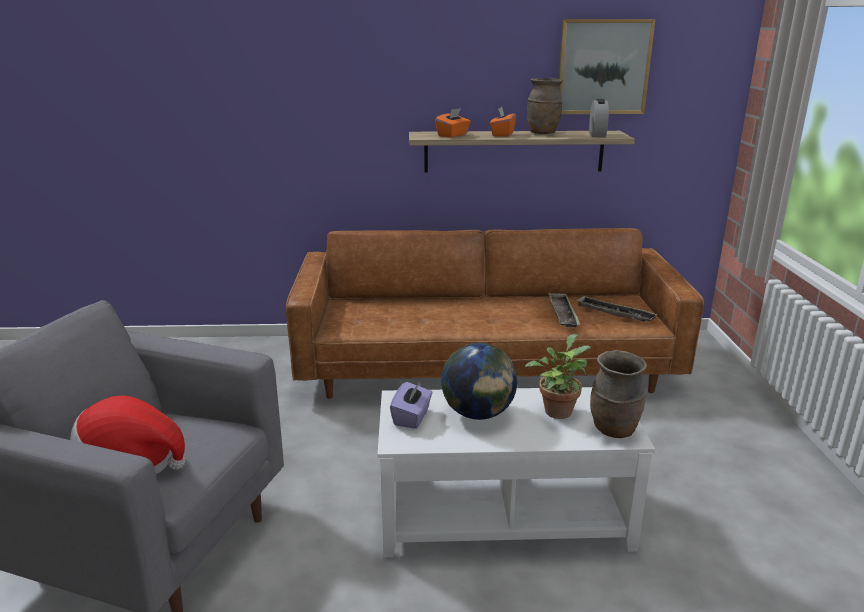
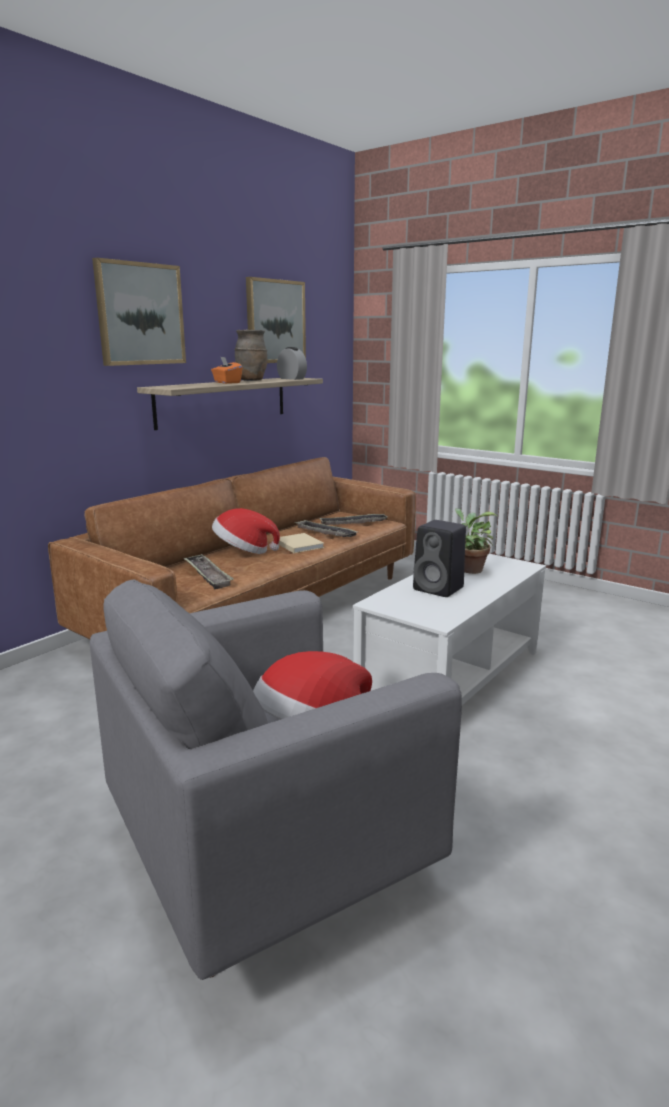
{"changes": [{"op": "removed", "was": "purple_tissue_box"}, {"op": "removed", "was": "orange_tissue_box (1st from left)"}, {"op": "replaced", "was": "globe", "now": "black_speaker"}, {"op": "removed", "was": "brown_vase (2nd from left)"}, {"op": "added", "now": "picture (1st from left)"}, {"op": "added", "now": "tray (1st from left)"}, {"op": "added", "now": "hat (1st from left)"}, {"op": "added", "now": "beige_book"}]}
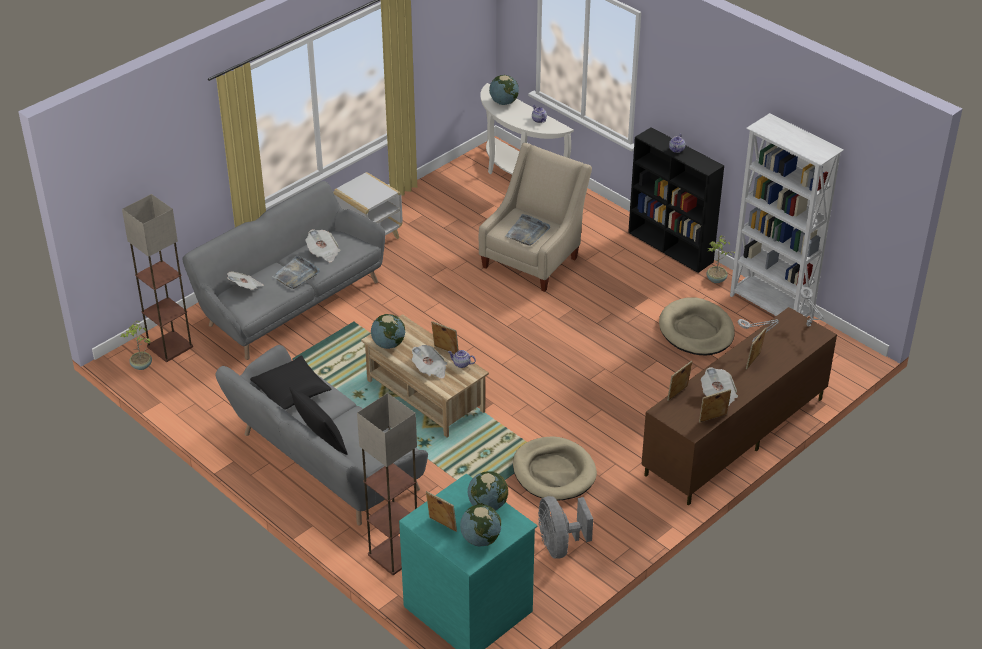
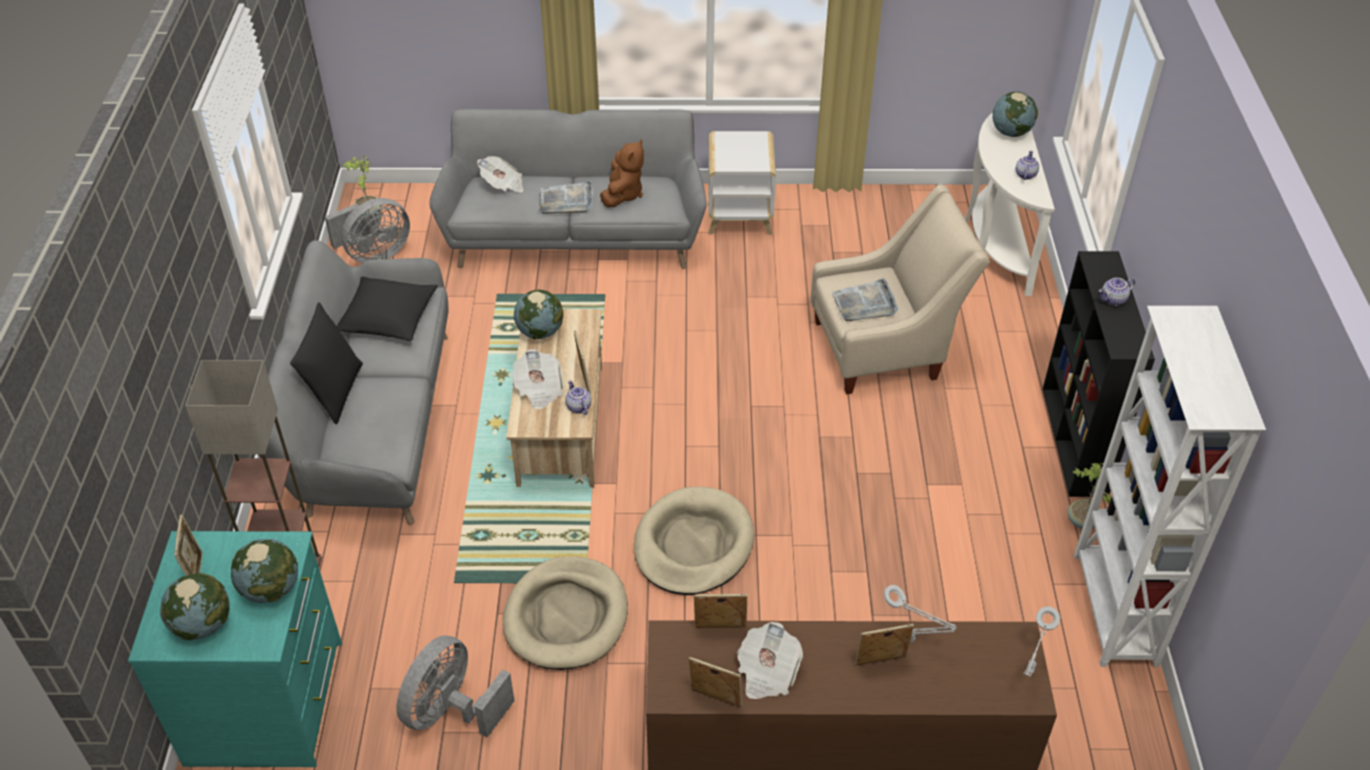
{"changes": [{"op": "removed", "was": "floor_lamp (1st from left)"}, {"op": "replaced", "was": "newspaper (2nd from left)", "now": "brown_plush_toy"}, {"op": "moved", "was": "beige_dog_bed (2nd from left)"}, {"op": "added", "now": "grey_fan (1st from left)"}]}
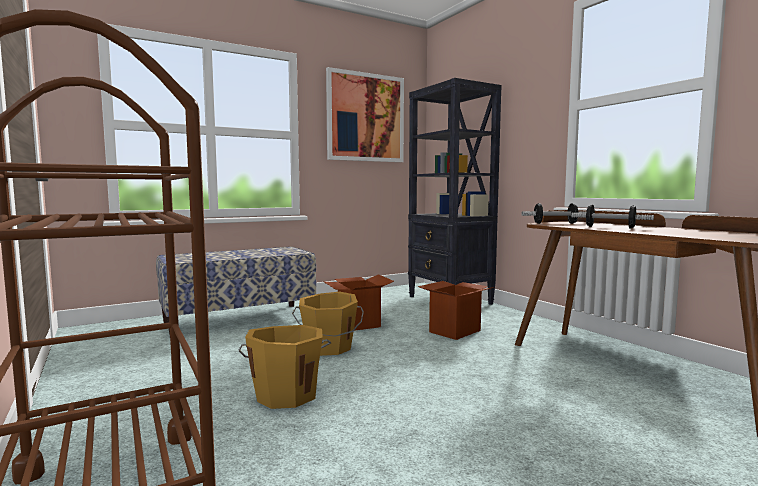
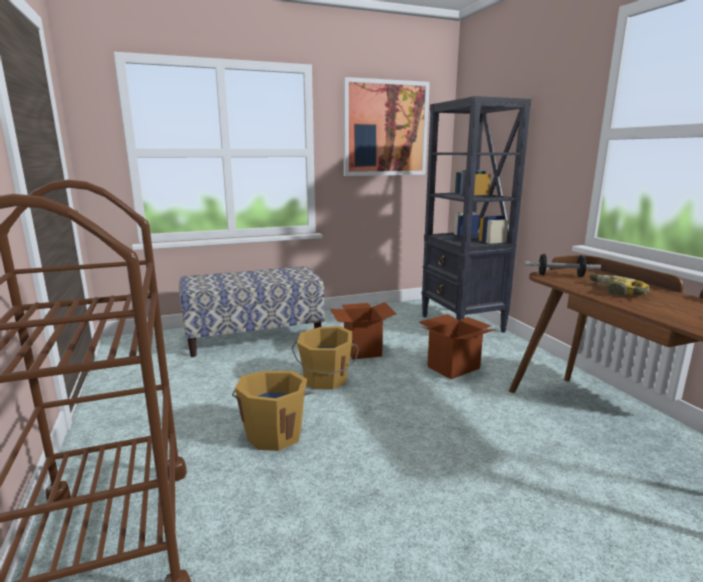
{"changes": [{"op": "replaced", "was": "dumbbell (2nd from left)", "now": "power_drill"}]}
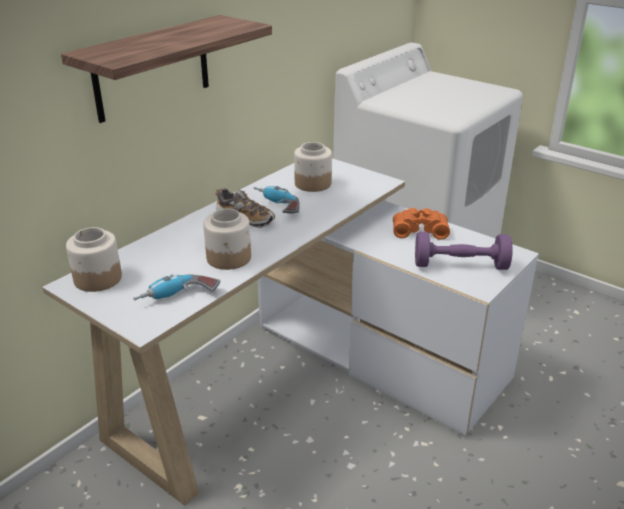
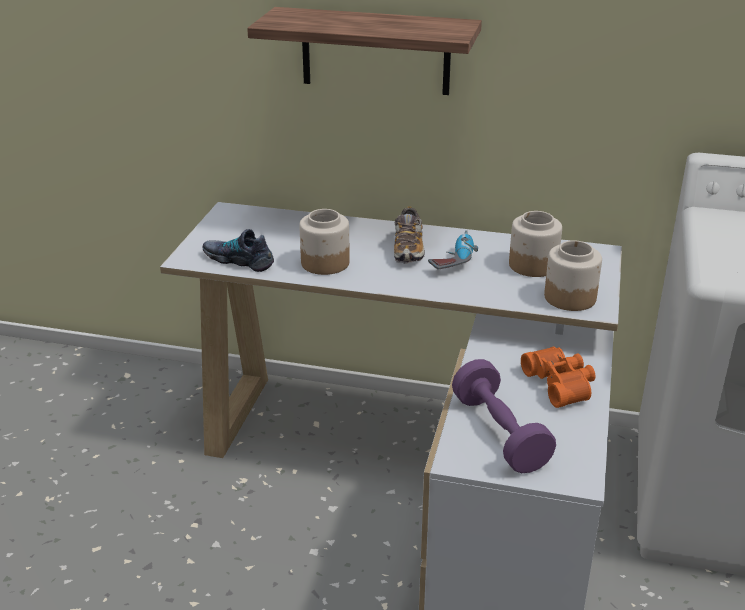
{"changes": [{"op": "moved", "was": "jar (1st from left in the first image)", "now": "jar (3rd from left)"}, {"op": "replaced", "was": "power_drill (1st from left)", "now": "shoe (1st from left)"}]}
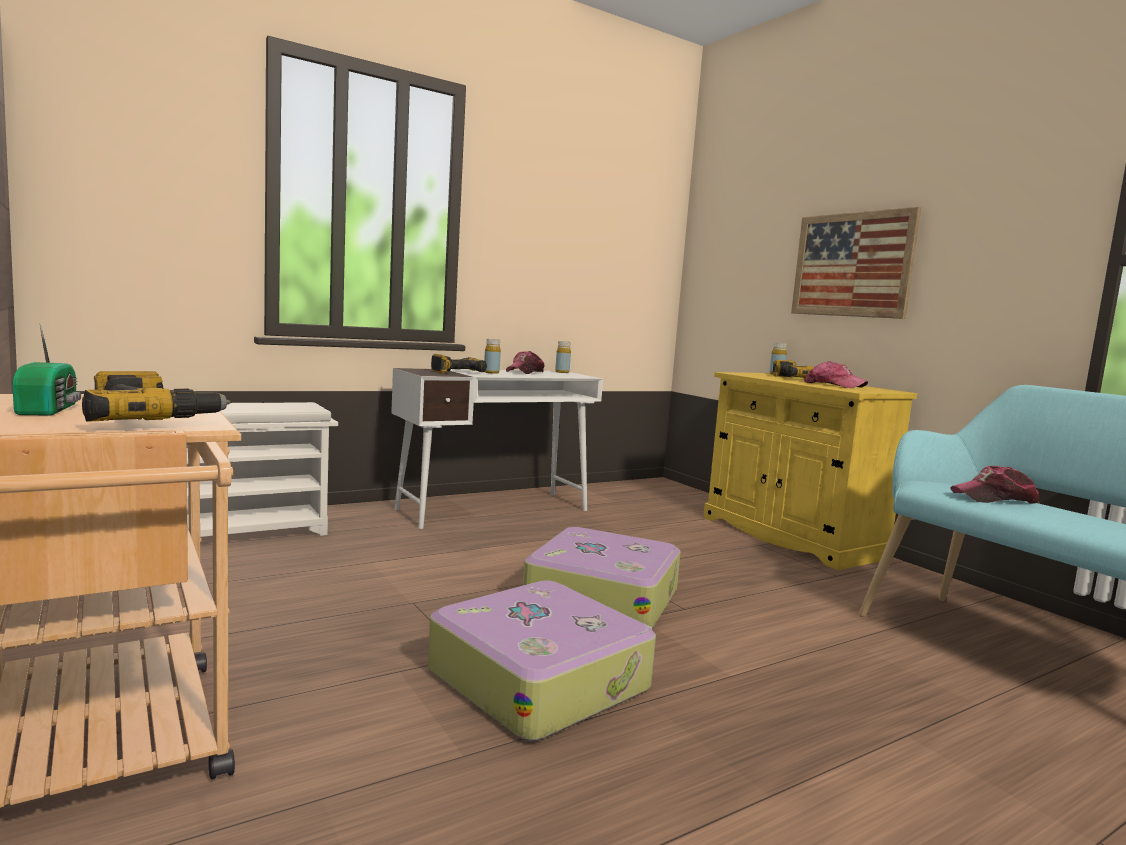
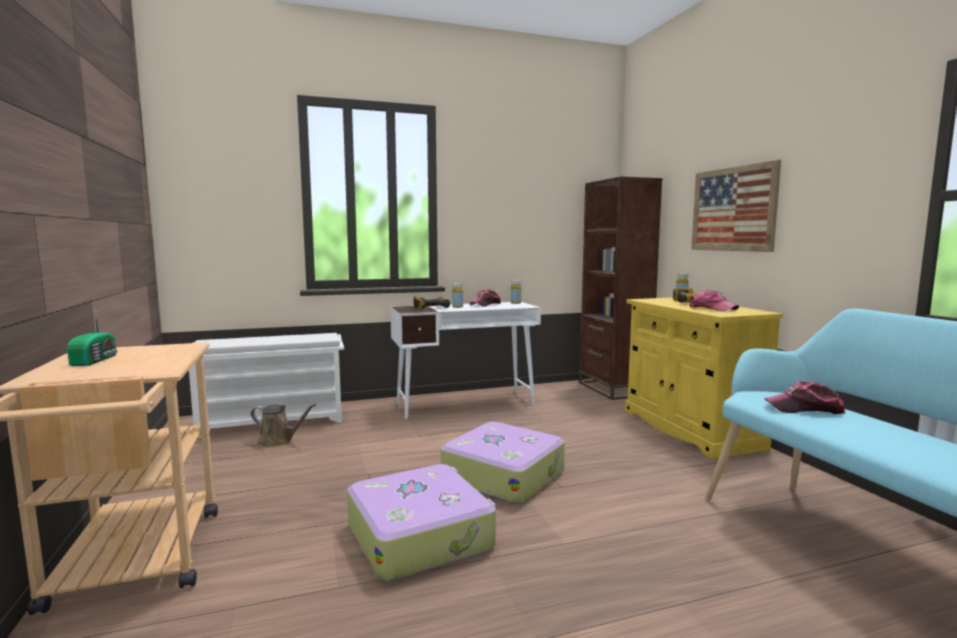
{"changes": [{"op": "removed", "was": "power_drill (1st from left)"}, {"op": "added", "now": "brown_watering_can"}, {"op": "added", "now": "brown_bookcase"}]}
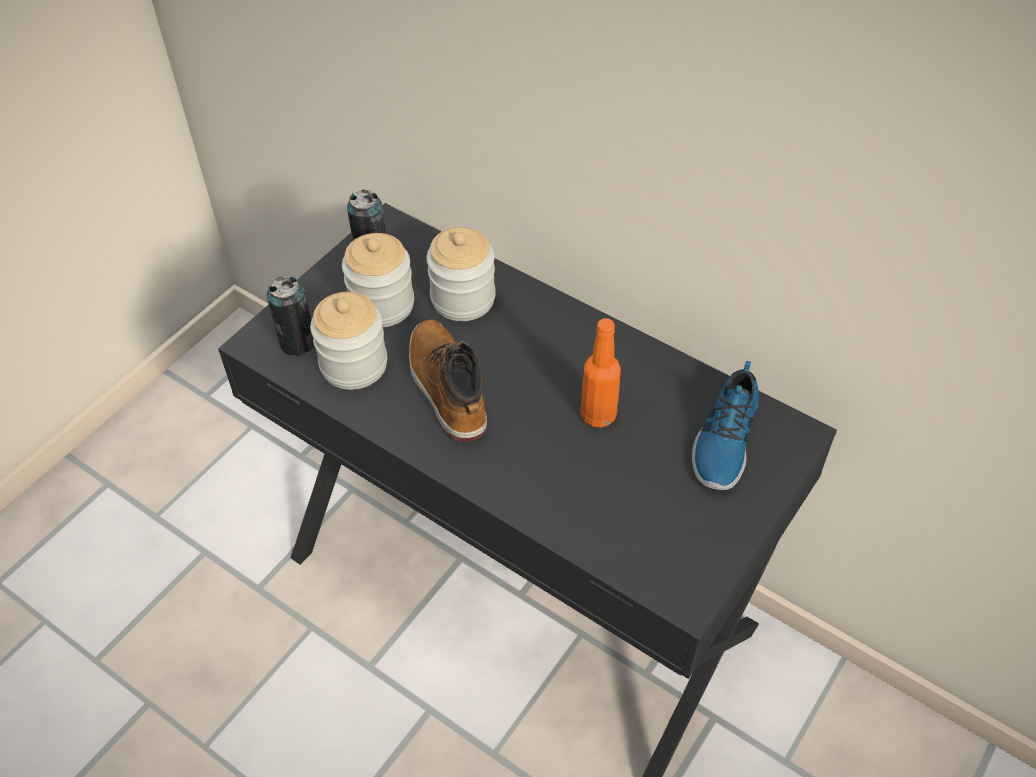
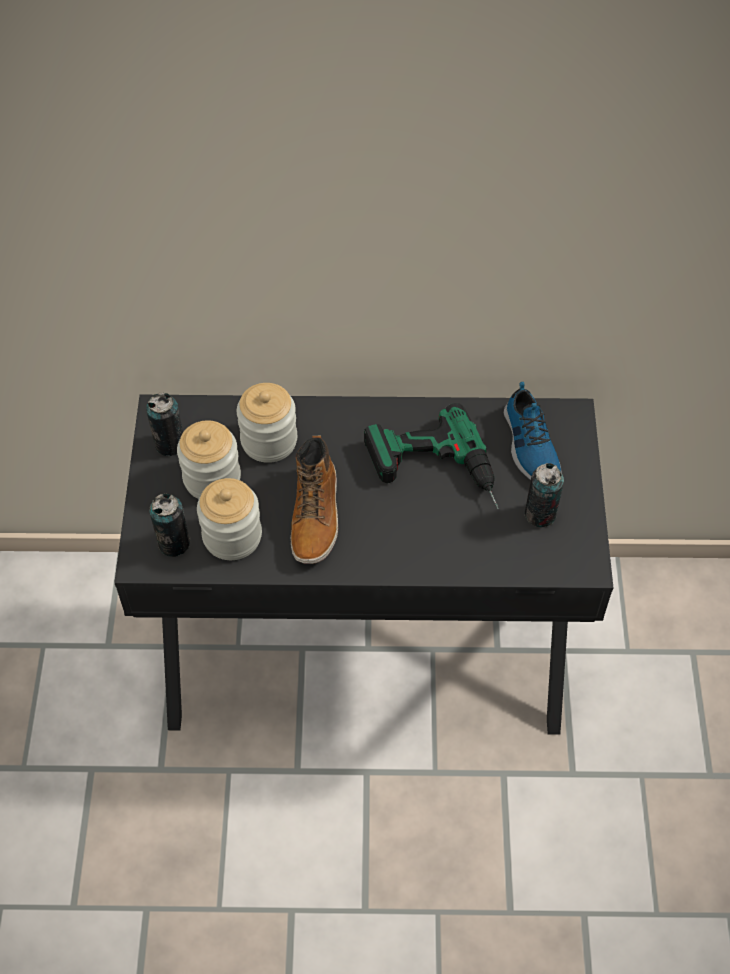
{"changes": [{"op": "turned", "was": "boot", "clockwise": -120}, {"op": "replaced", "was": "orange_bottle", "now": "power_drill"}, {"op": "added", "now": "can (3rd from left)"}]}
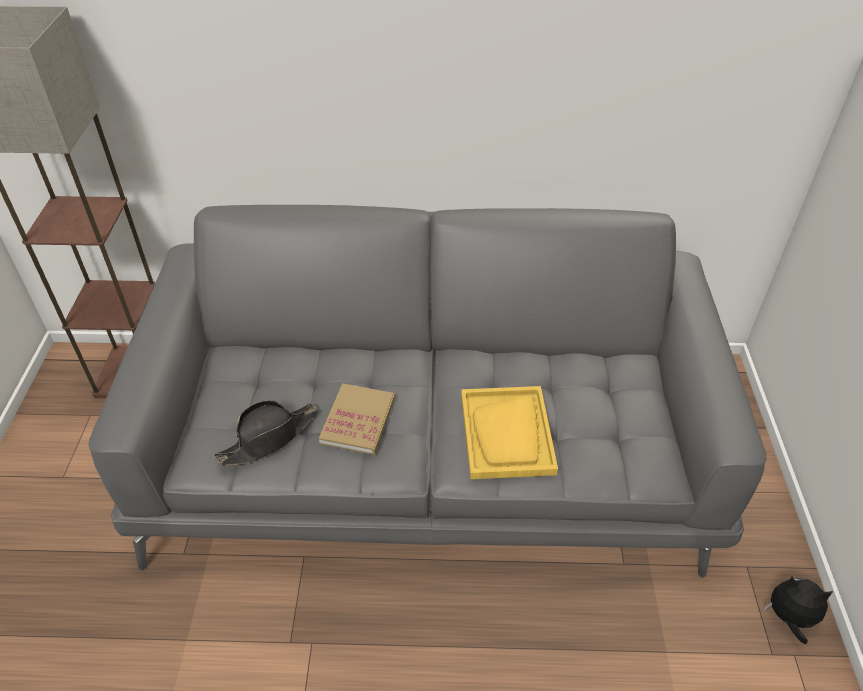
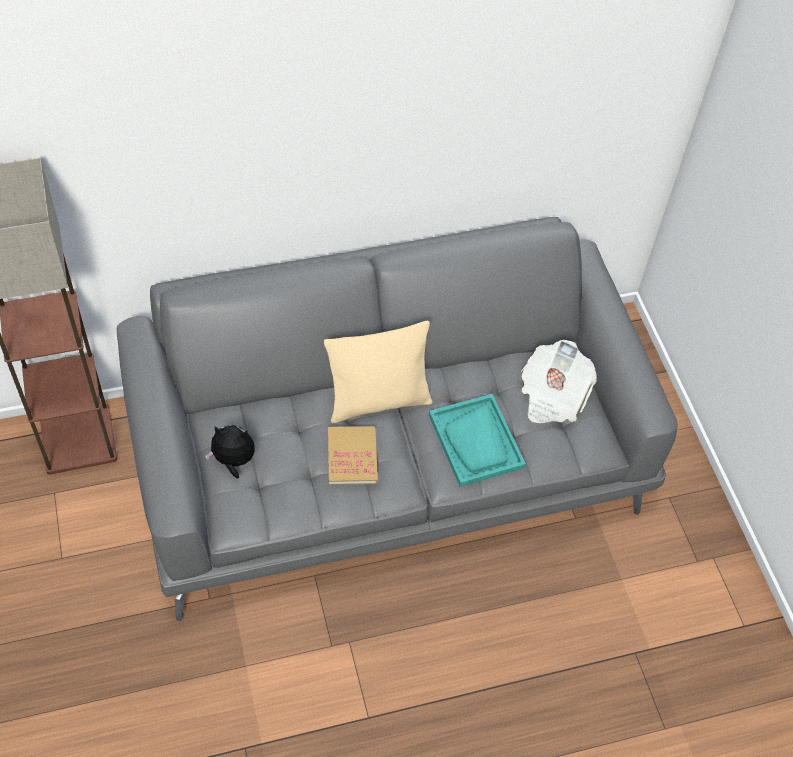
{"changes": [{"op": "removed", "was": "black_hat"}, {"op": "recoloured", "was": "yellow_tray", "now": "turquoise_tray"}, {"op": "moved", "was": "plush_toy"}, {"op": "added", "now": "beige_pillow"}, {"op": "added", "now": "newspaper"}]}
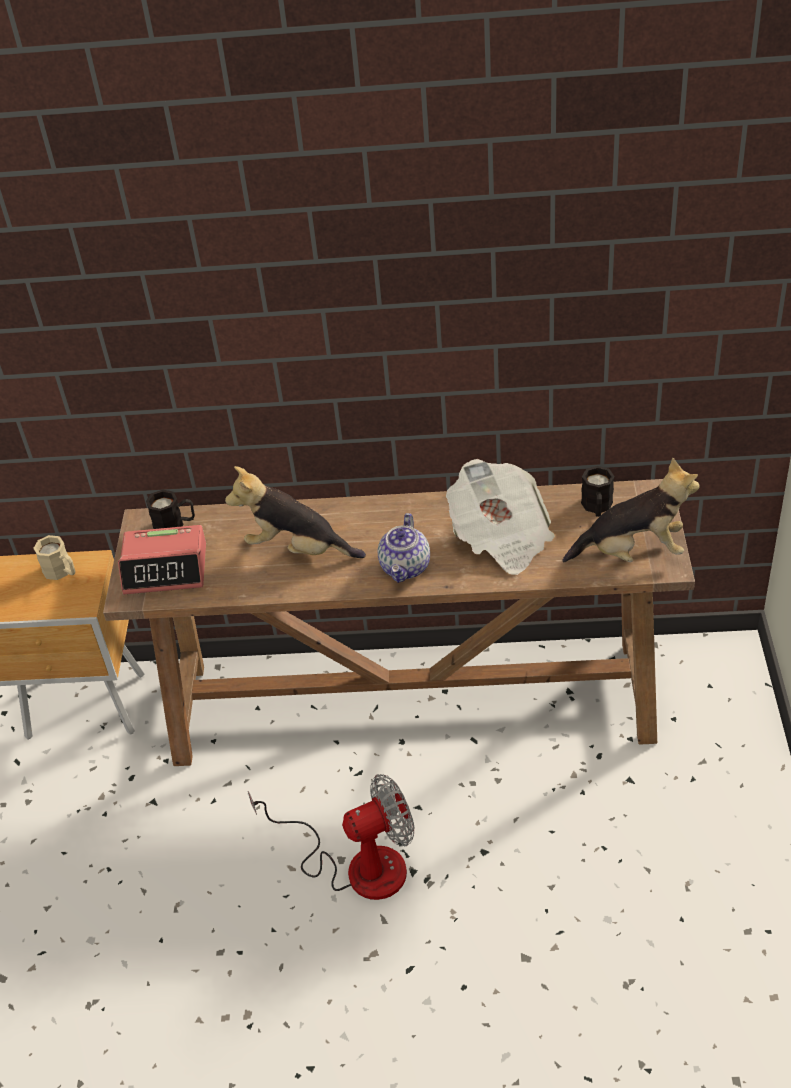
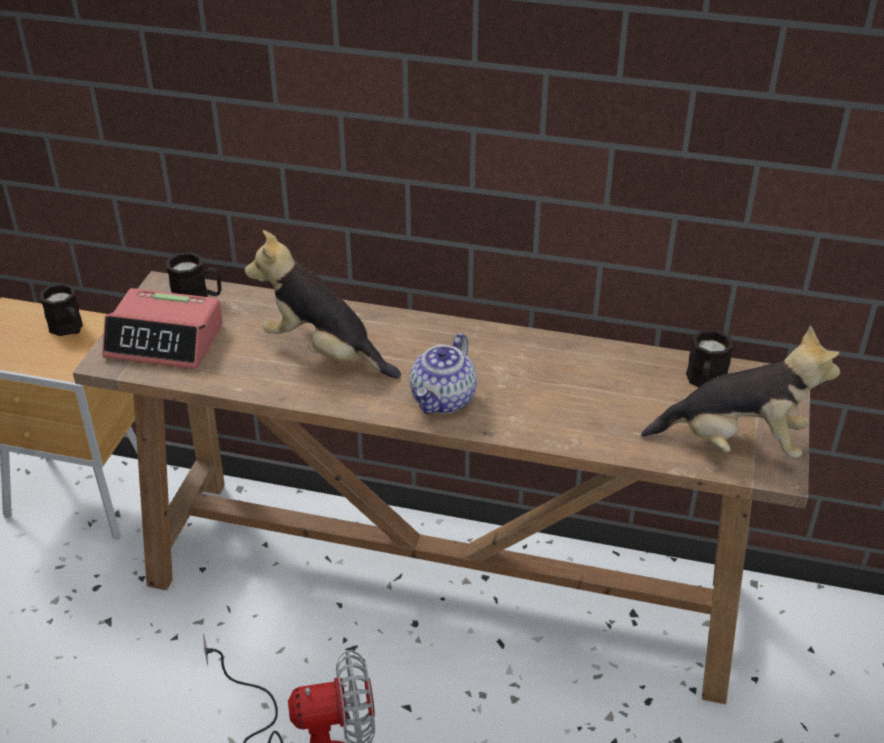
{"changes": [{"op": "recoloured", "was": "beige_mug", "now": "black_mug (1st from left)"}, {"op": "removed", "was": "newspaper"}]}
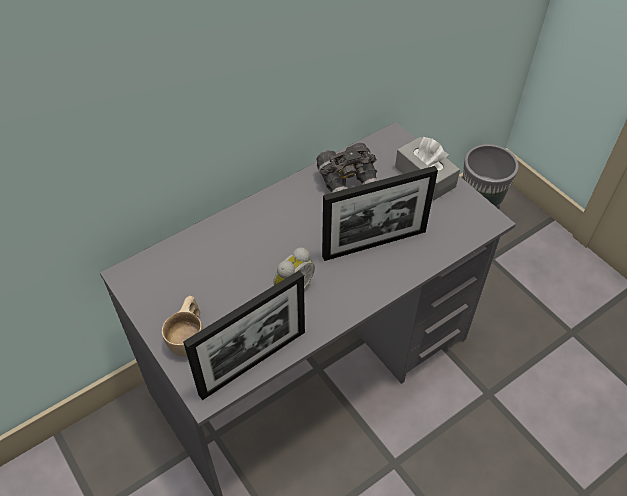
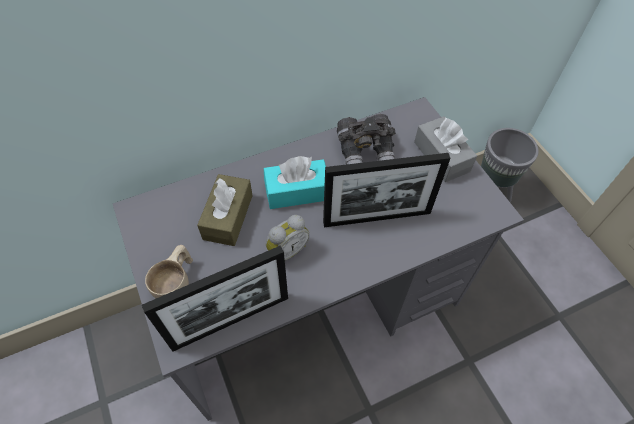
{"changes": [{"op": "added", "now": "brown_tissue_box"}, {"op": "added", "now": "turquoise_tissue_box"}]}
